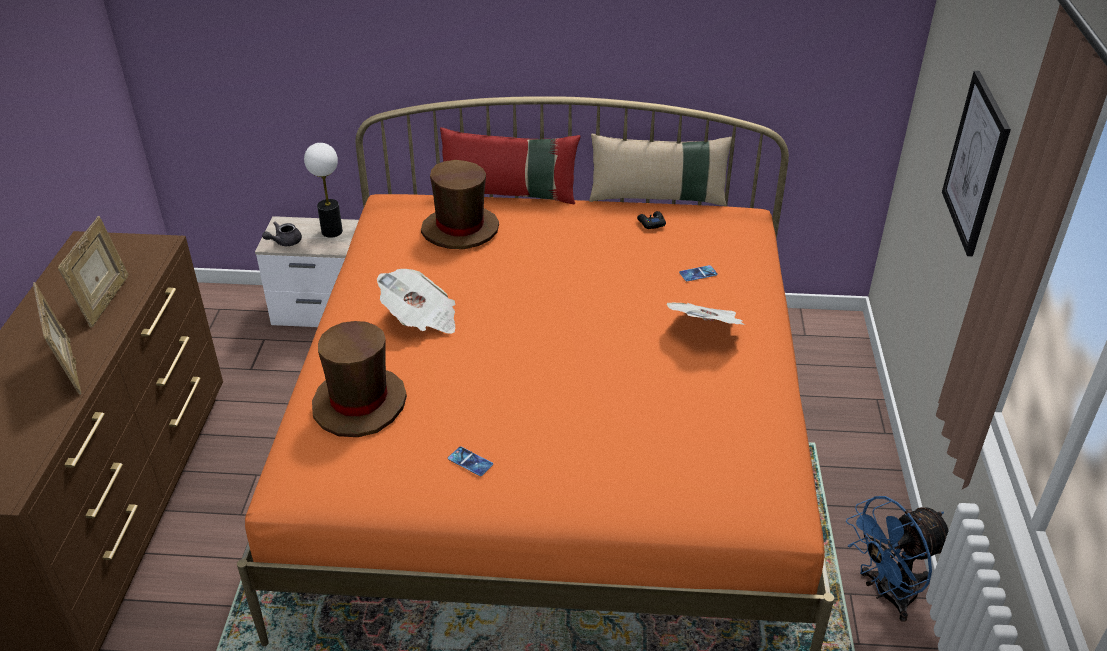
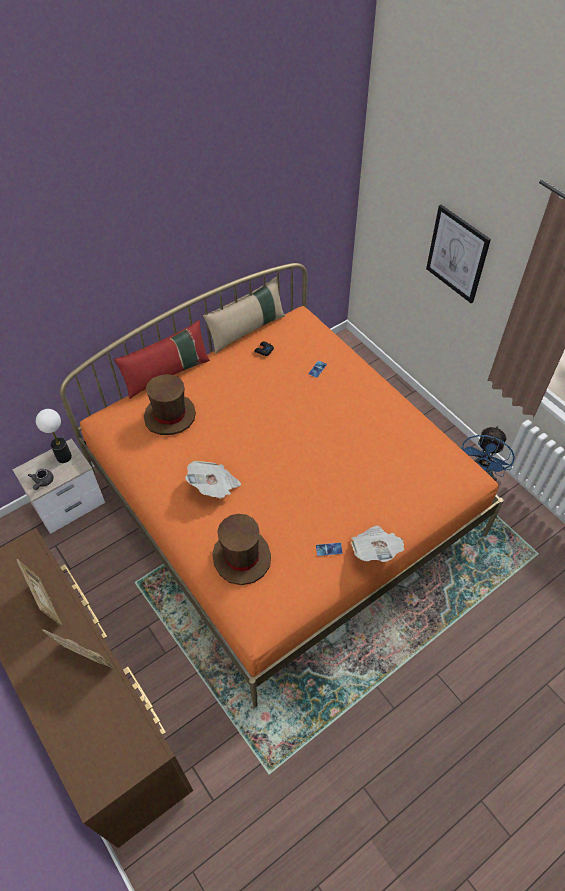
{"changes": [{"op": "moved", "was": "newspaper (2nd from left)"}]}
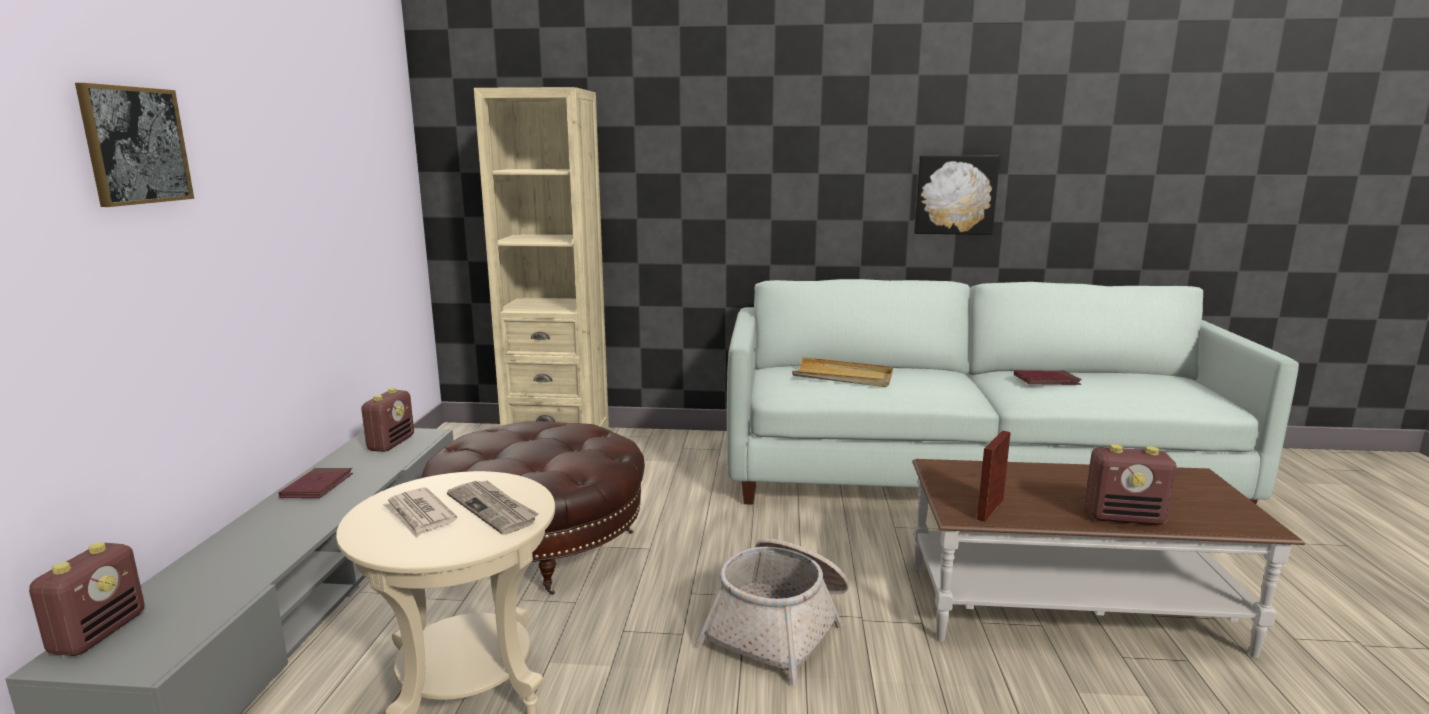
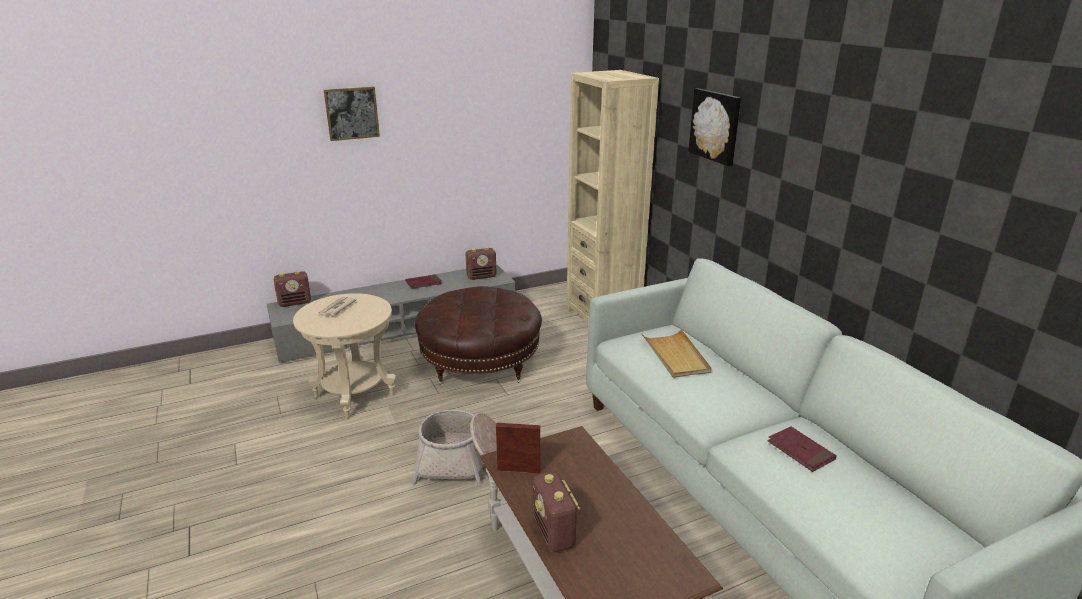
{"changes": [{"op": "removed", "was": "newspaper (2nd from left)"}, {"op": "moved", "was": "picture (2nd from left)"}]}
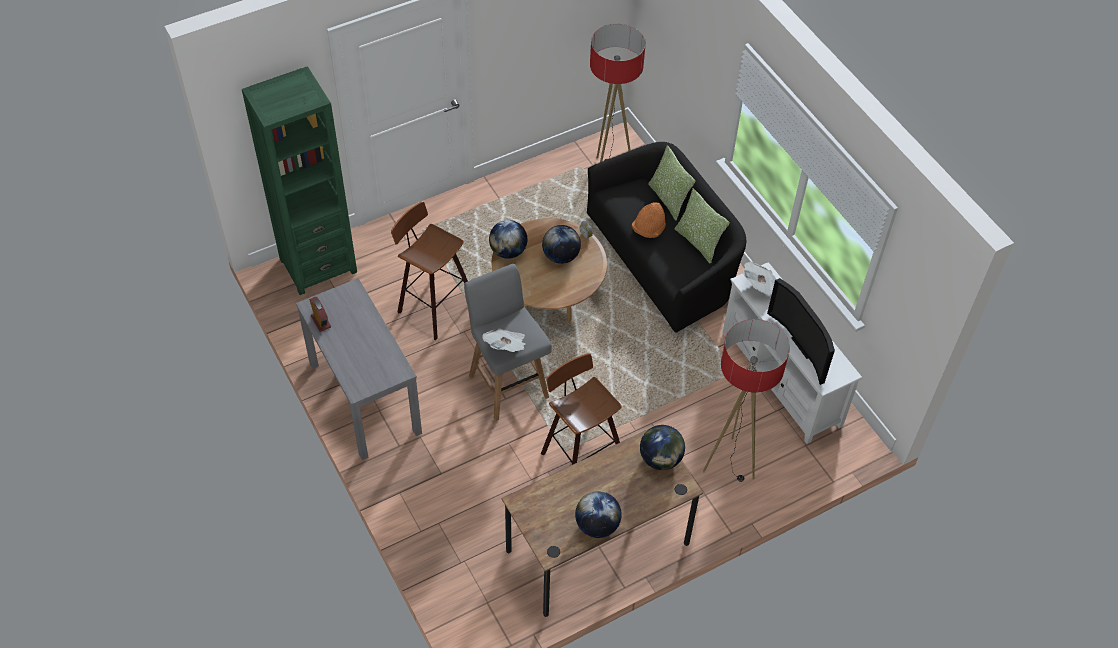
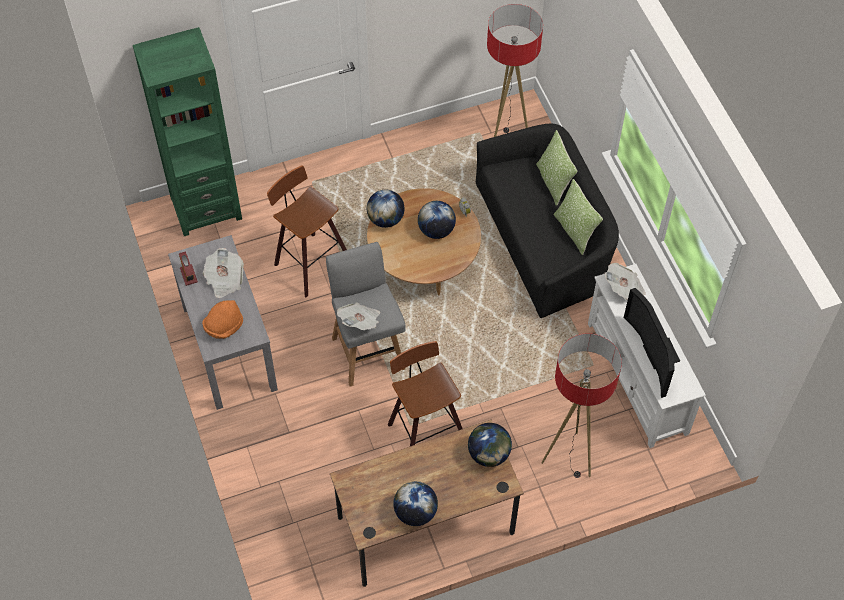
{"changes": [{"op": "moved", "was": "orange_hat"}, {"op": "added", "now": "newspaper (1st from left)"}]}
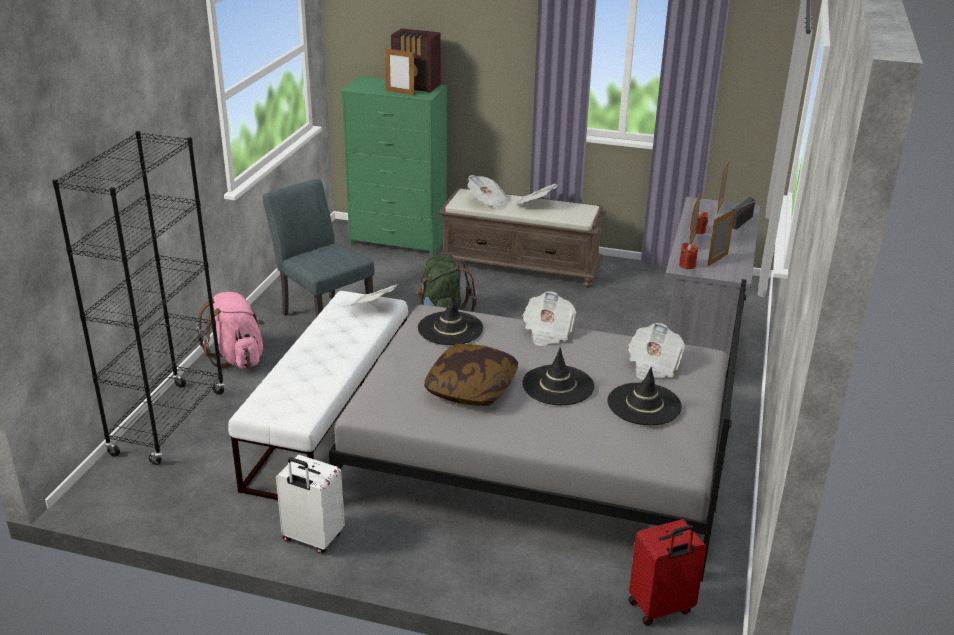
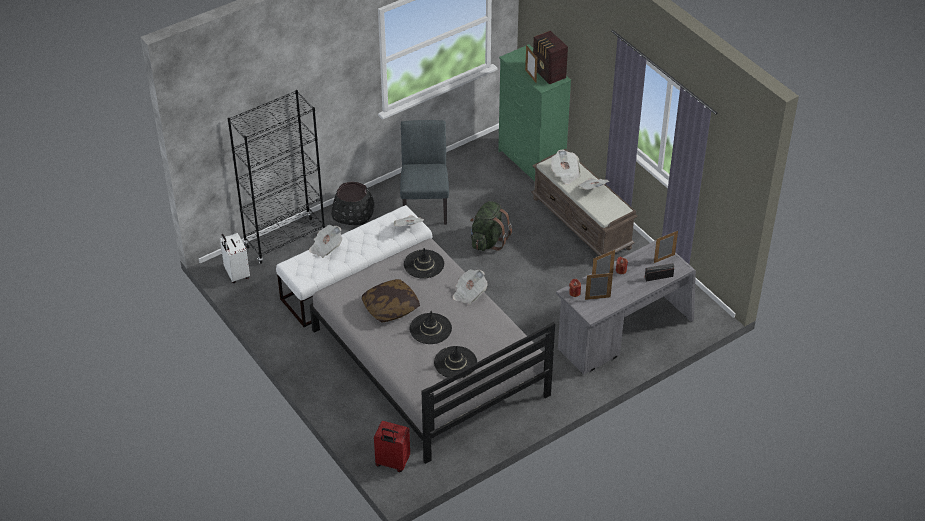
{"changes": [{"op": "replaced", "was": "pink_backpack", "now": "black_planter"}, {"op": "moved", "was": "white_suitcase"}, {"op": "moved", "was": "newspaper (5th from left in the first image)", "now": "newspaper (1st from left)"}]}
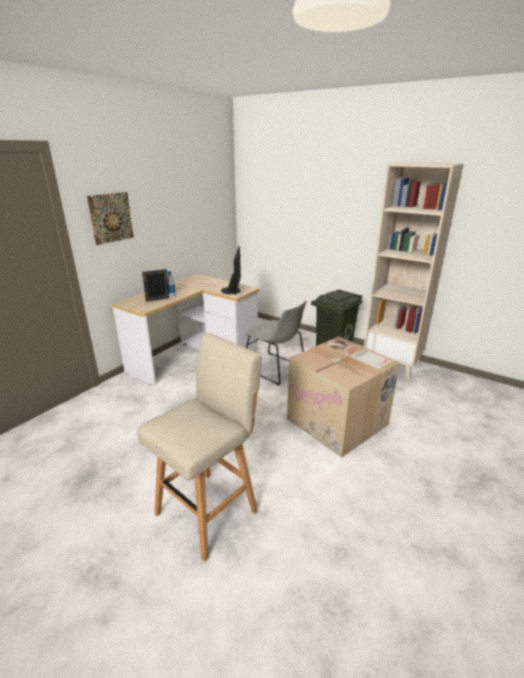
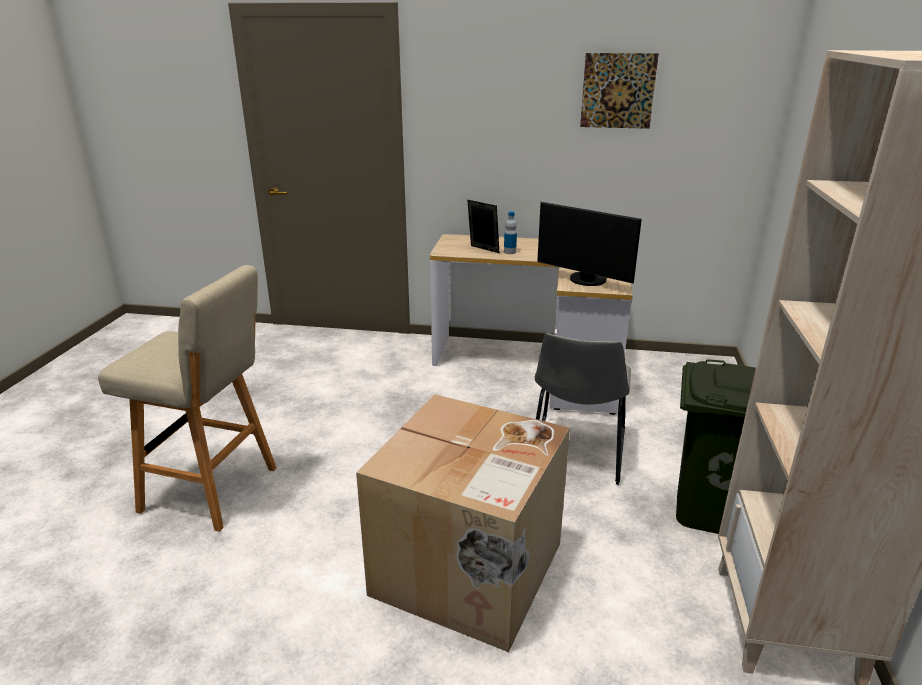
{"changes": [{"op": "moved", "was": "picture"}, {"op": "turned", "was": "monitor", "clockwise": 60}]}
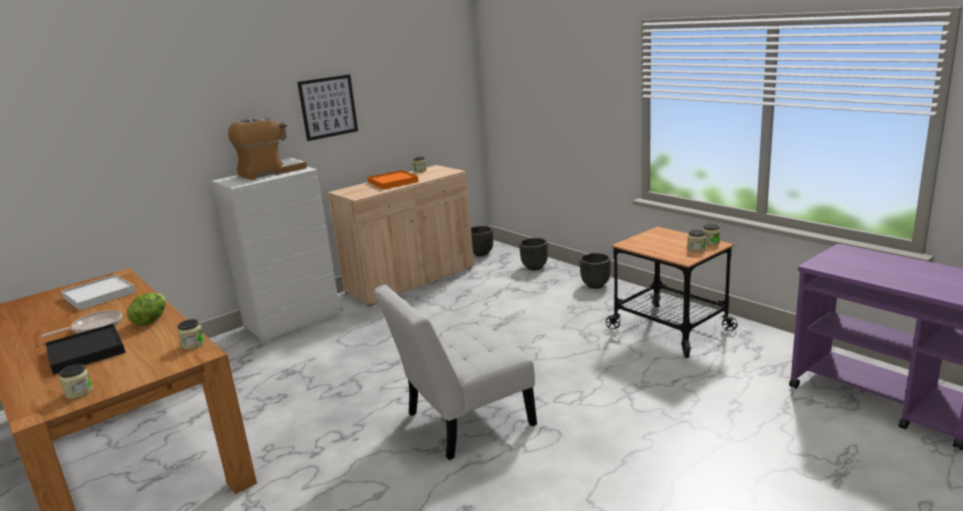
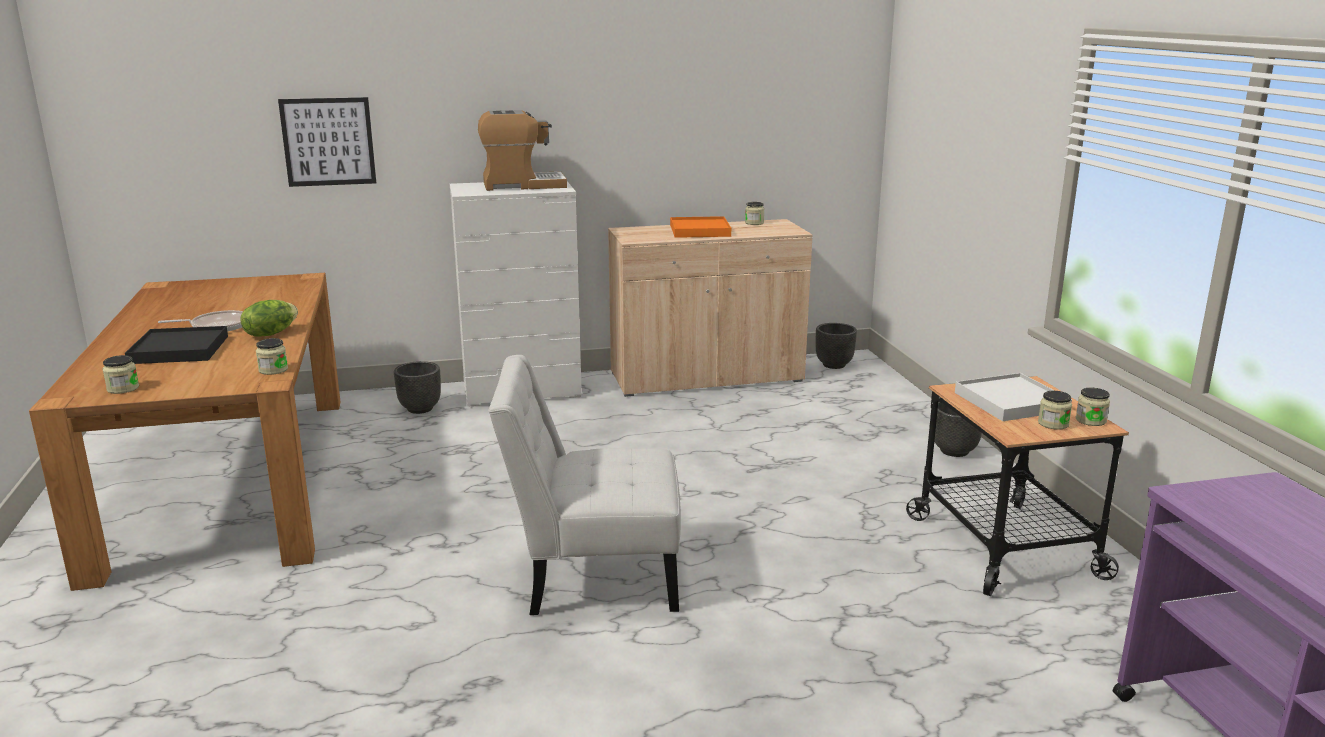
{"changes": [{"op": "moved", "was": "white_tray"}, {"op": "moved", "was": "picture"}, {"op": "moved", "was": "black_planter (2nd from left in the first image)", "now": "black_planter (1st from left)"}]}
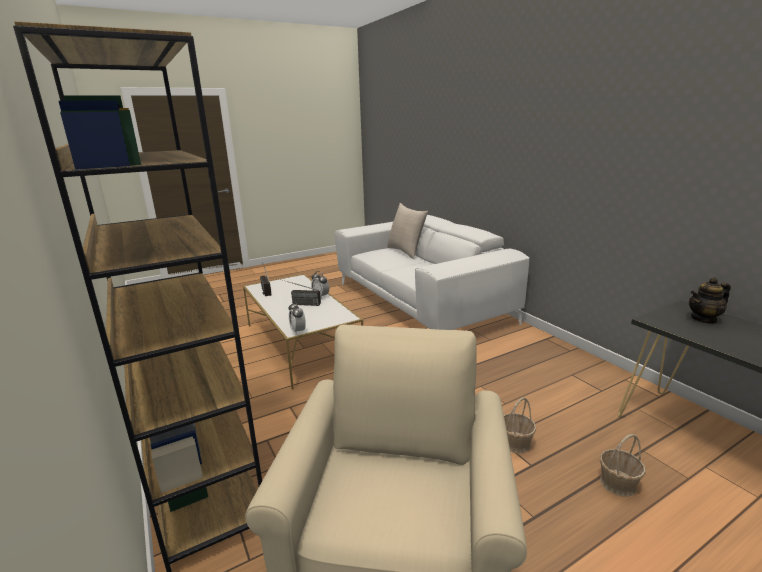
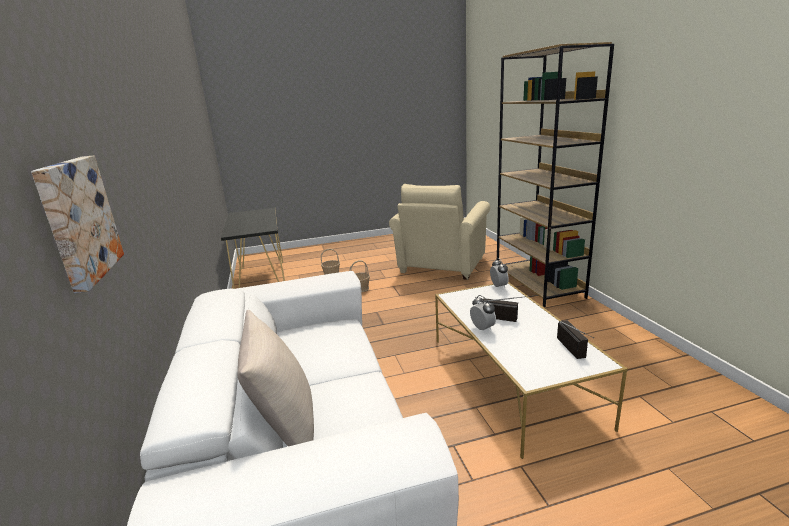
{"changes": [{"op": "removed", "was": "teapot"}, {"op": "added", "now": "picture"}]}
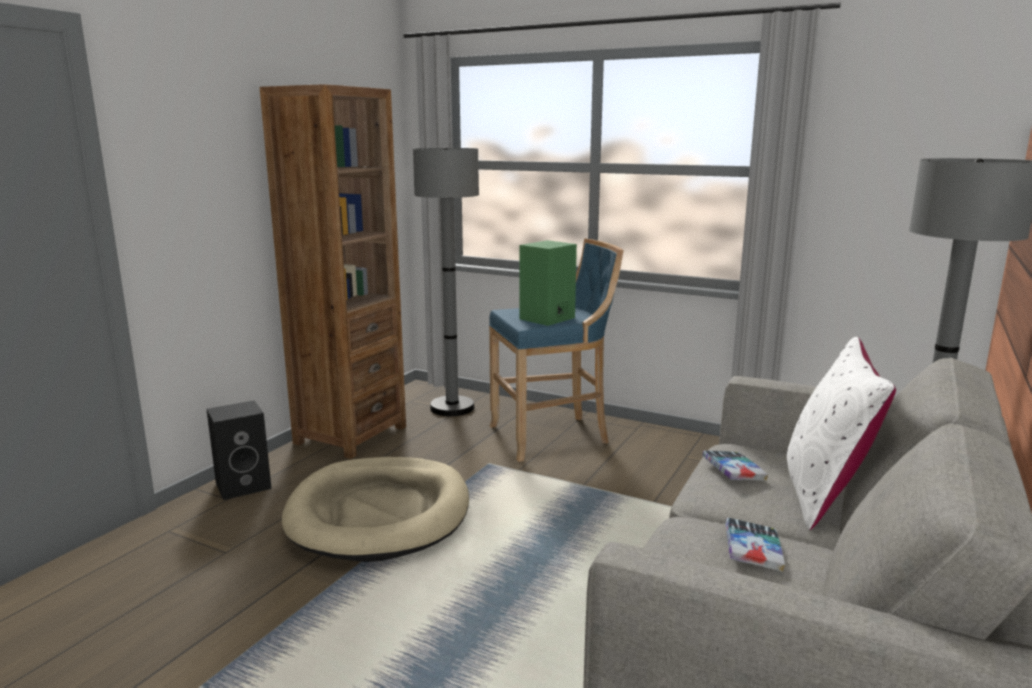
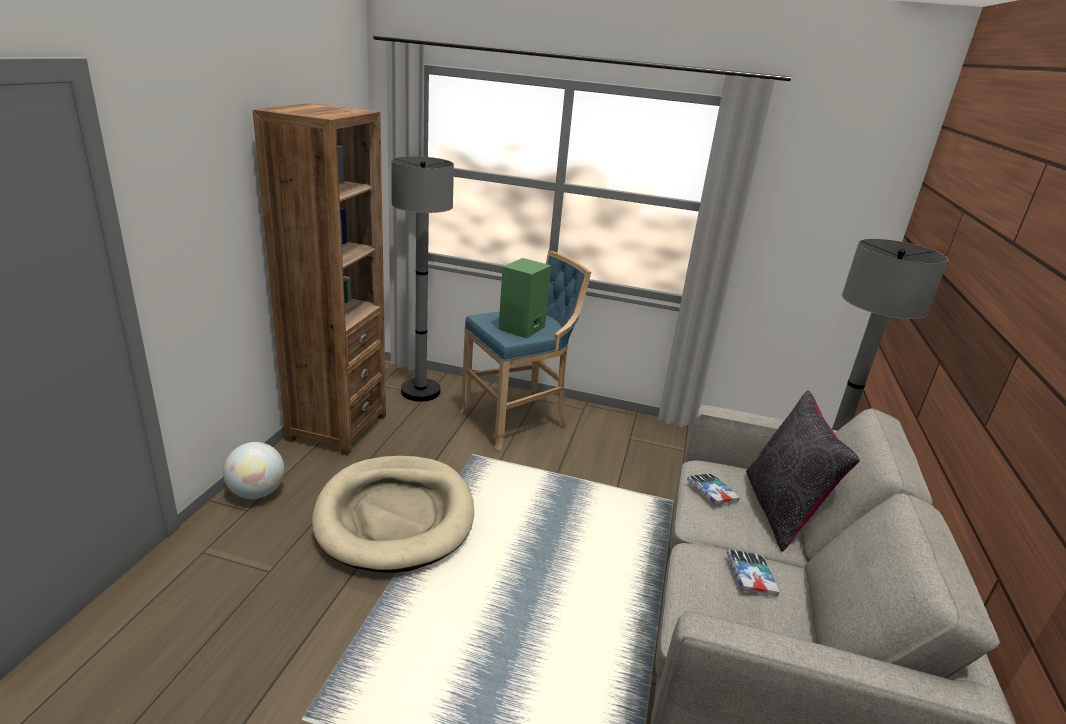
{"changes": [{"op": "replaced", "was": "black_speaker", "now": "globe"}, {"op": "recoloured", "was": "white_pillow", "now": "black_pillow"}]}
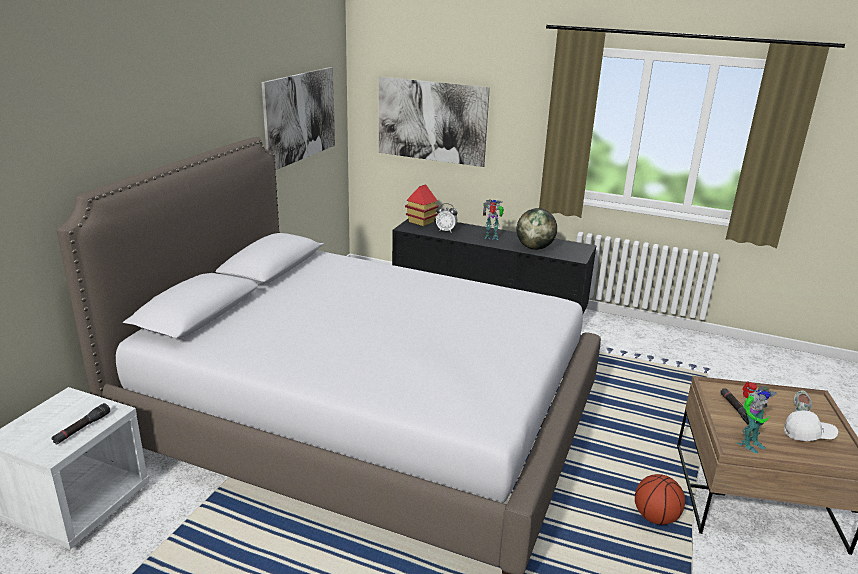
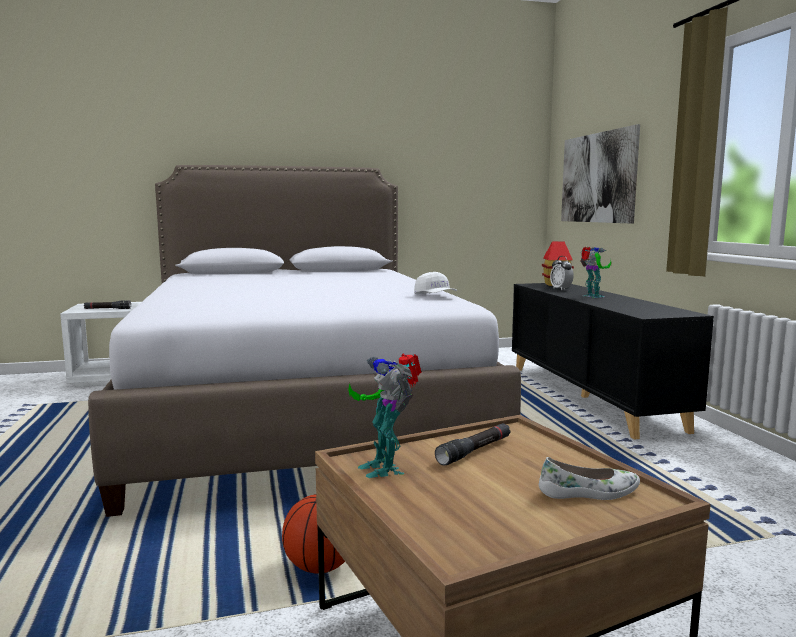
{"changes": [{"op": "removed", "was": "picture (1st from left)"}, {"op": "removed", "was": "globe"}, {"op": "turned", "was": "toy_robot (2nd from left in the first image)", "clockwise": 45}, {"op": "moved", "was": "white_cap"}]}
